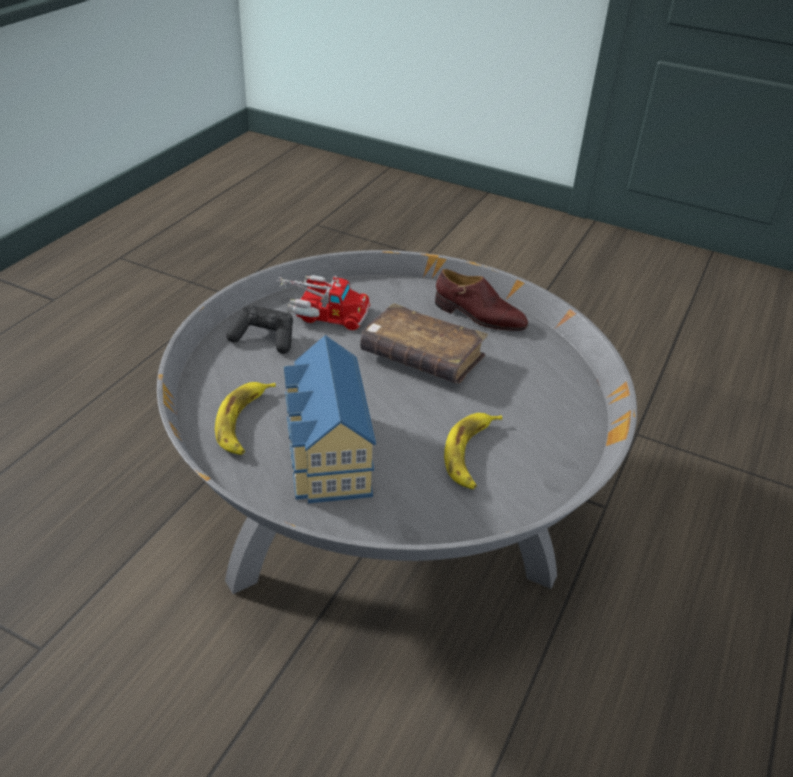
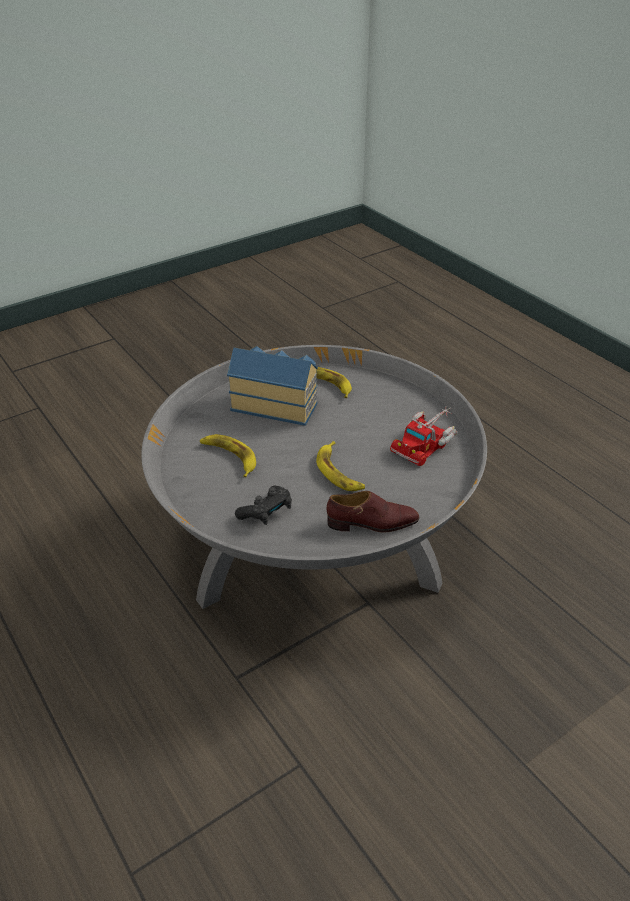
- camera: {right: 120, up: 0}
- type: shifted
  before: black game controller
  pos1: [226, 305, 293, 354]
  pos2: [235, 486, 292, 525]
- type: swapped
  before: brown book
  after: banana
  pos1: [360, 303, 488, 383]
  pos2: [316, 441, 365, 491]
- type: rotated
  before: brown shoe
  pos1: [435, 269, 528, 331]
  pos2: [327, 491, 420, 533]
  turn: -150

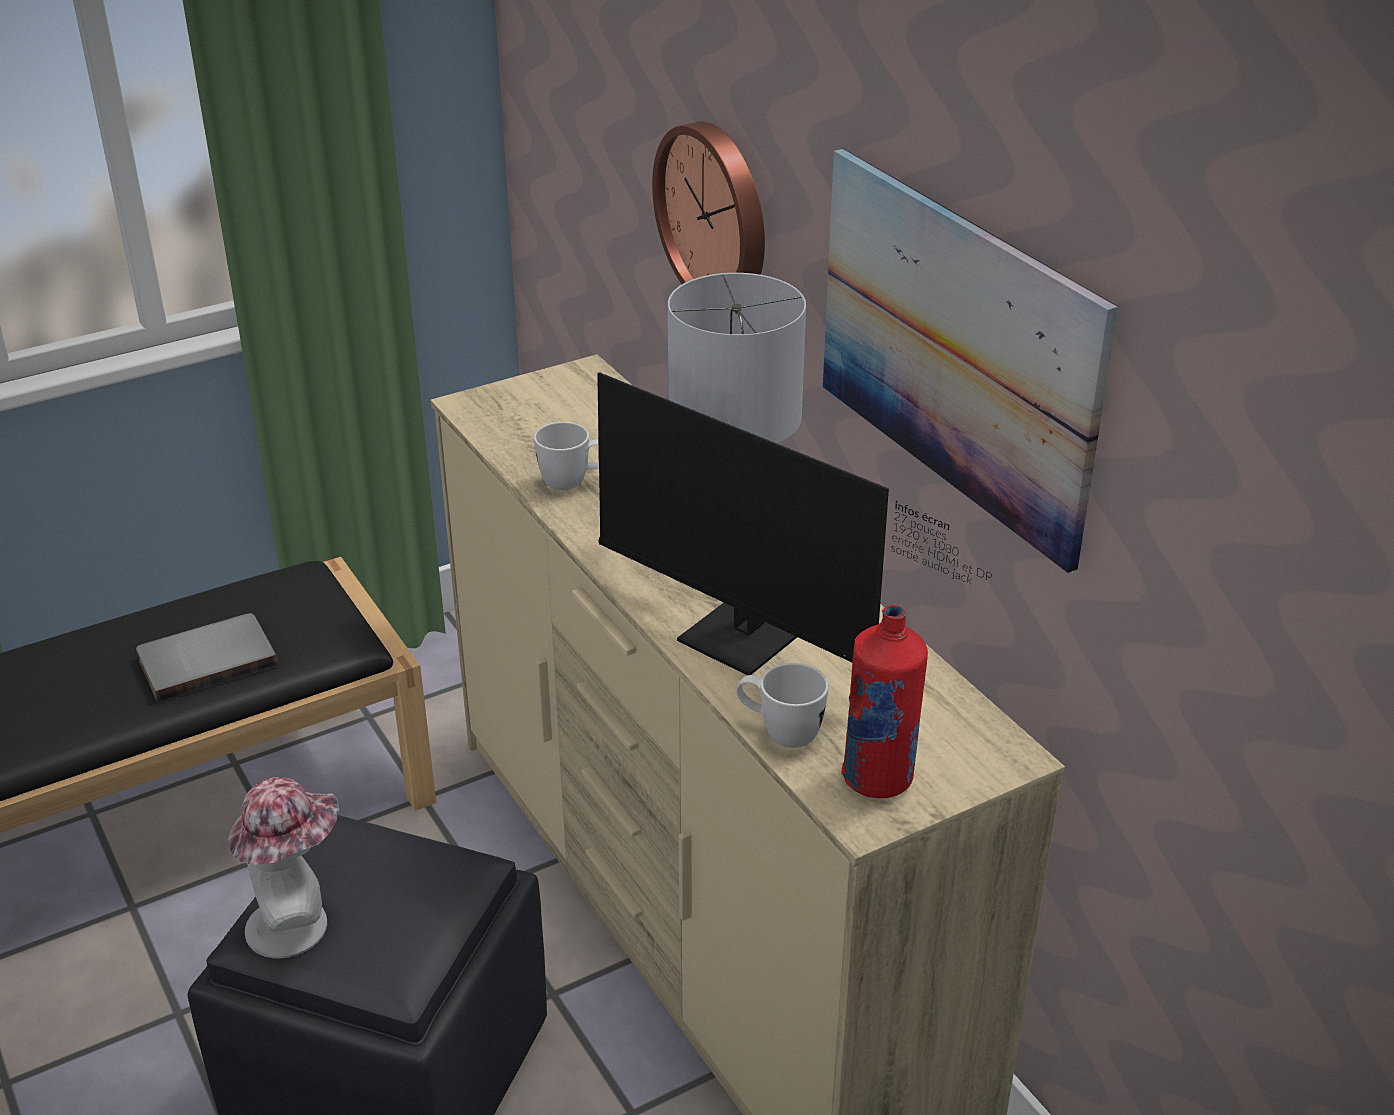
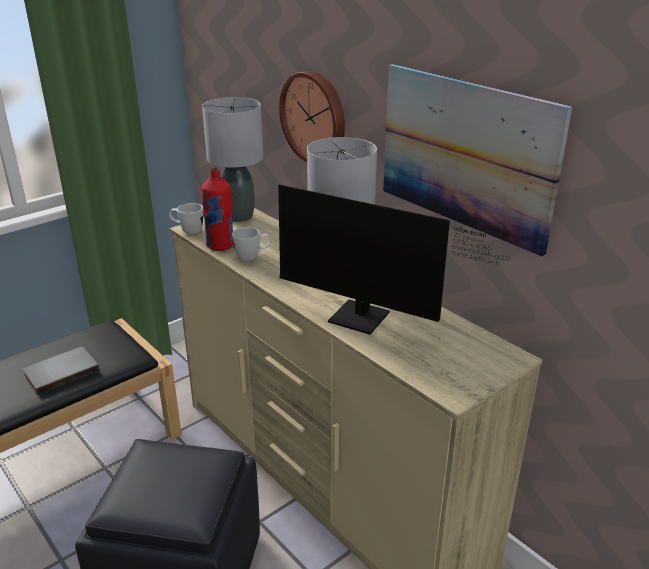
- camera: {right: -10, up: -5}
- type: gone
  before: hat
  pos1: [229, 777, 339, 958]
- type: shifted
  before: white mug
  pos1: [736, 663, 829, 748]
  pos2: [169, 203, 203, 234]
- type: shifted
  before: red bottle
  pos1: [841, 605, 928, 798]
  pos2: [202, 168, 233, 251]
- type: new
  after: grey table lamp
  pos2: [202, 97, 263, 222]

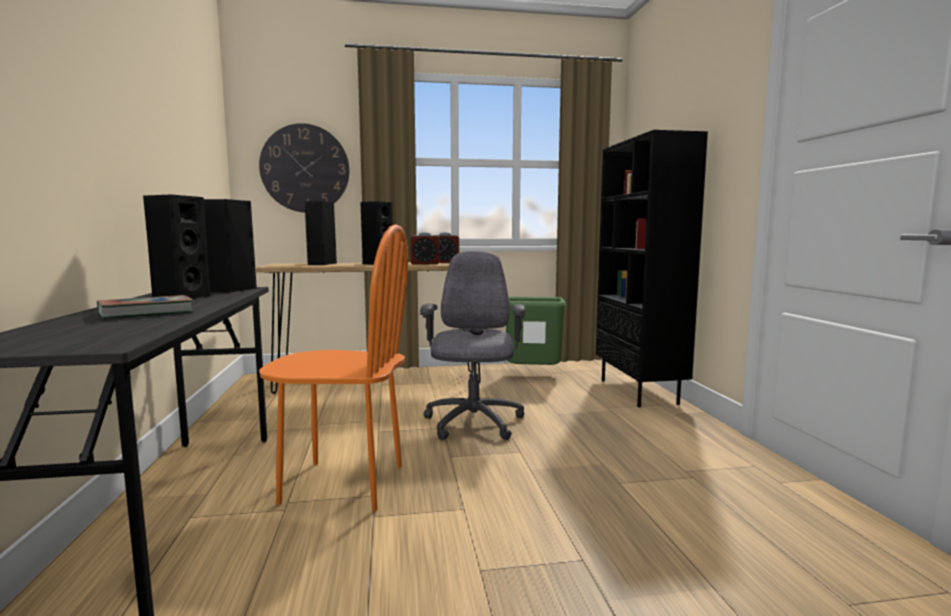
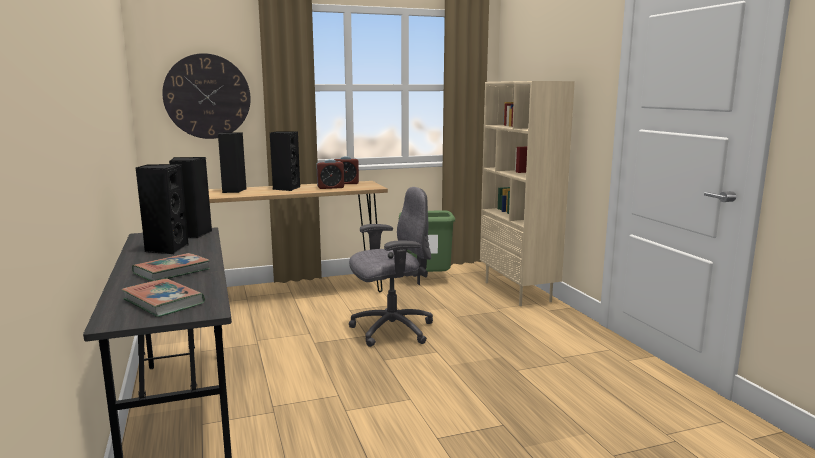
- camera: {right: -10, up: 5}
- type: gone
  before: orange chair
  pos1: [259, 224, 408, 512]
- type: rotated
  before: grey office chair
  pos1: [420, 251, 525, 440]
  pos2: [349, 187, 433, 347]
  turn: 75
- type: repainted
  before: black bookcase
  after: beige bookcase
  pos1: [596, 130, 708, 407]
  pos2: [480, 81, 575, 306]
- type: new
  after: book
  pos2: [121, 279, 205, 317]

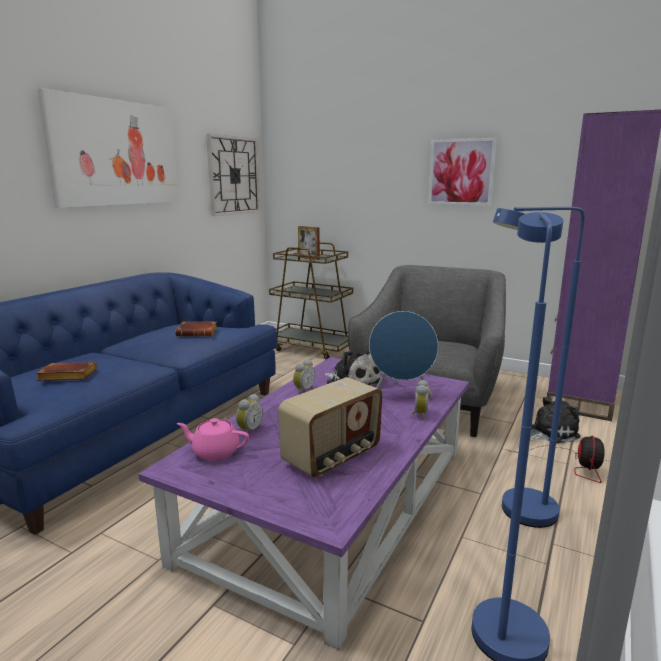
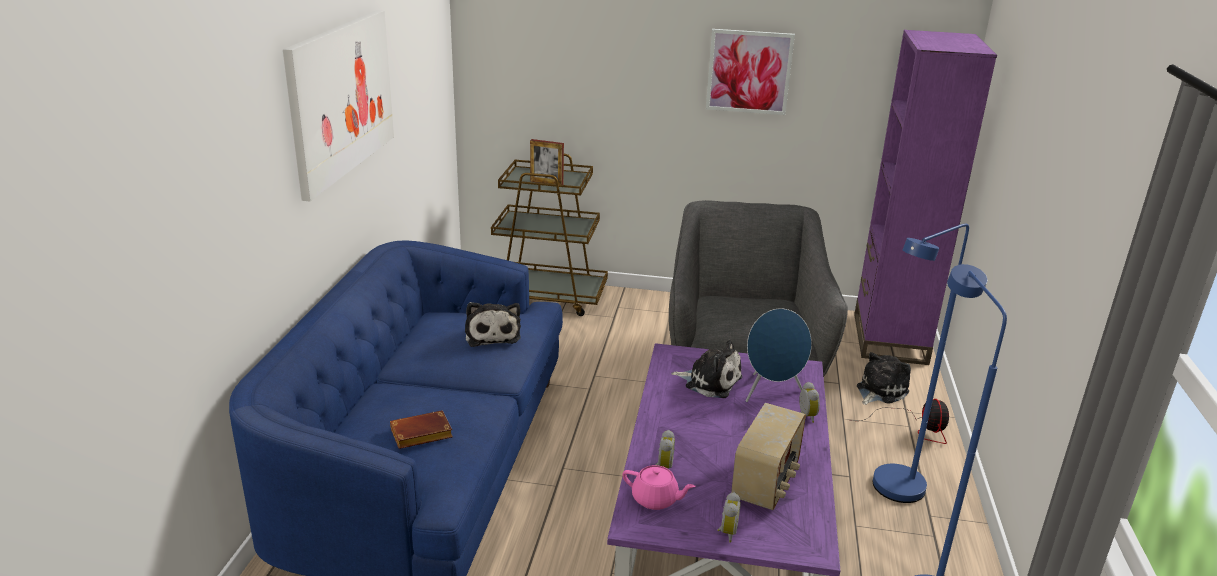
- camera: {right: -20, up: 10}
- type: swapped
  before: brown book
  after: plush toy
  pos1: [175, 322, 217, 336]
  pos2: [465, 302, 521, 347]
- type: rotated
  before: pink teapot
  pos1: [177, 418, 249, 461]
  pos2: [622, 465, 696, 510]
  turn: -150
- type: gone
  before: wall clock
  pos1: [206, 134, 260, 216]
- type: shifted
  before: alarm clock
  pos1: [293, 359, 315, 394]
  pos2: [717, 492, 741, 542]

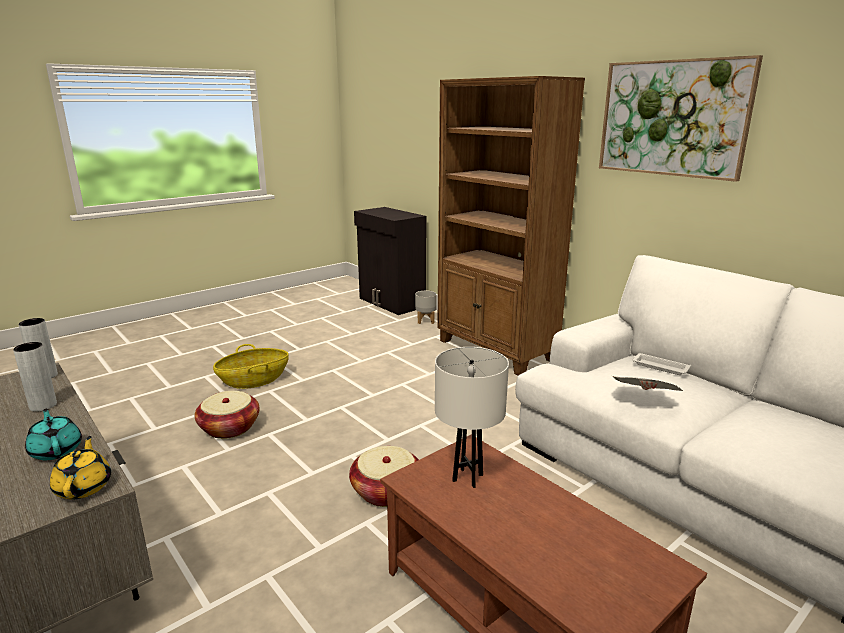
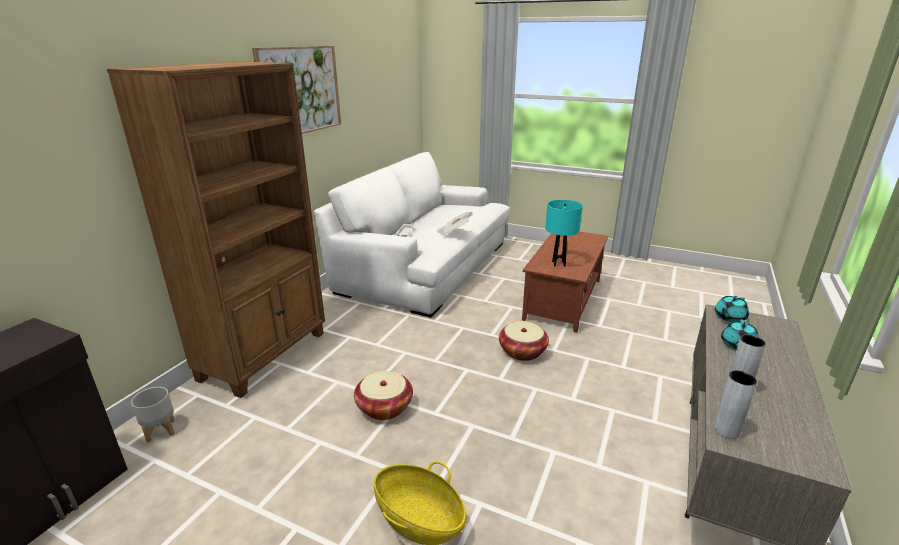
- camera: {right: -115, up: 5}
- type: repainted
  before: yellow teapot
  after: turquoise teapot
  pos1: [50, 436, 111, 499]
  pos2: [715, 296, 749, 322]
- type: shifted
  before: basket
  pos1: [194, 391, 260, 439]
  pos2: [354, 371, 413, 420]
- type: repainted
  before: white table lamp
  after: turquoise table lamp
  pos1: [435, 347, 509, 488]
  pos2: [545, 200, 583, 266]

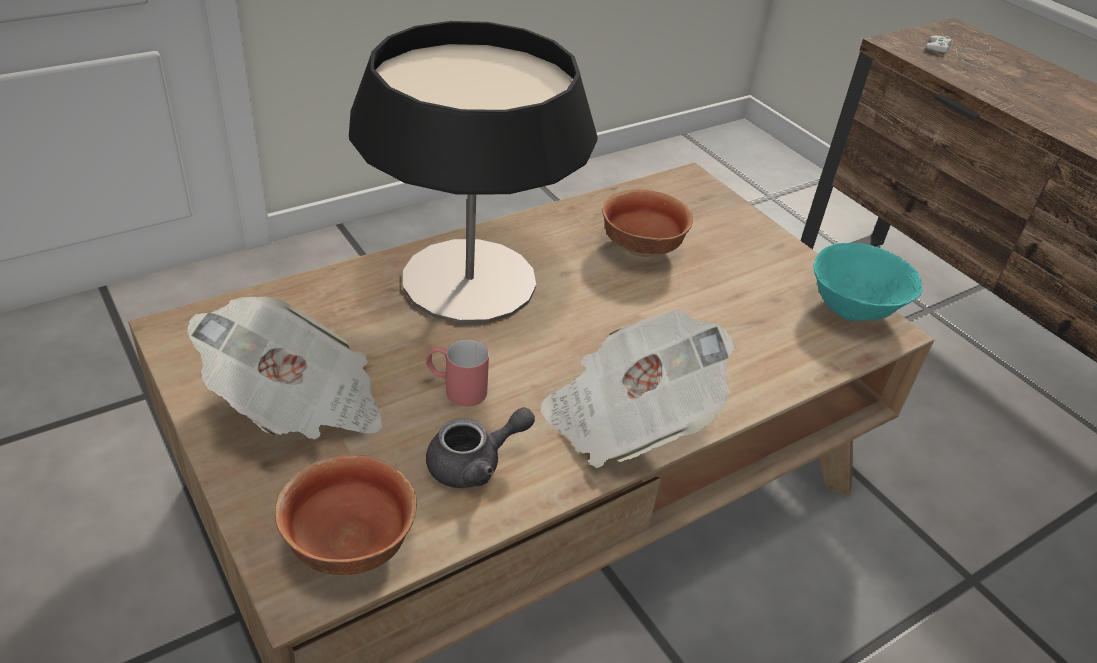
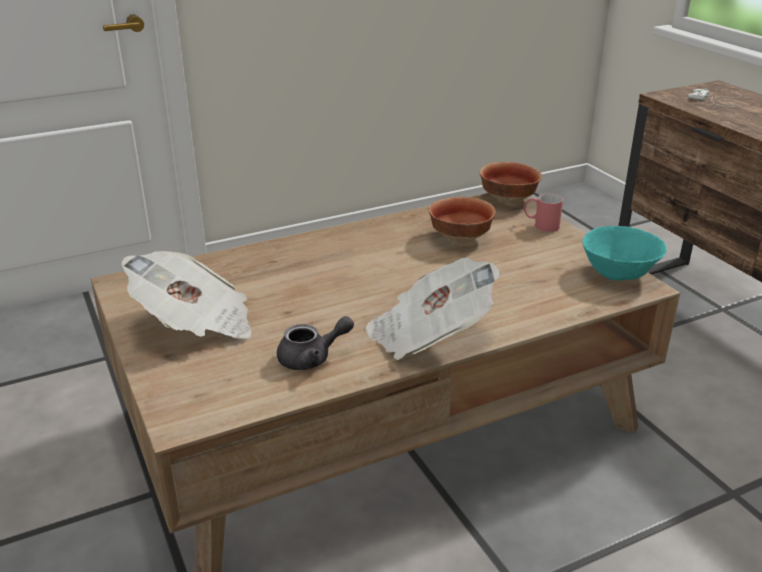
- camera: {right: 10, up: -10}
- type: shifted
  before: bowl
  pos1: [275, 455, 417, 575]
  pos2: [479, 162, 542, 204]
- type: gone
  before: table lamp
  pos1: [349, 21, 598, 323]
- type: shifted
  before: red mug
  pos1: [426, 339, 489, 407]
  pos2: [524, 194, 563, 232]

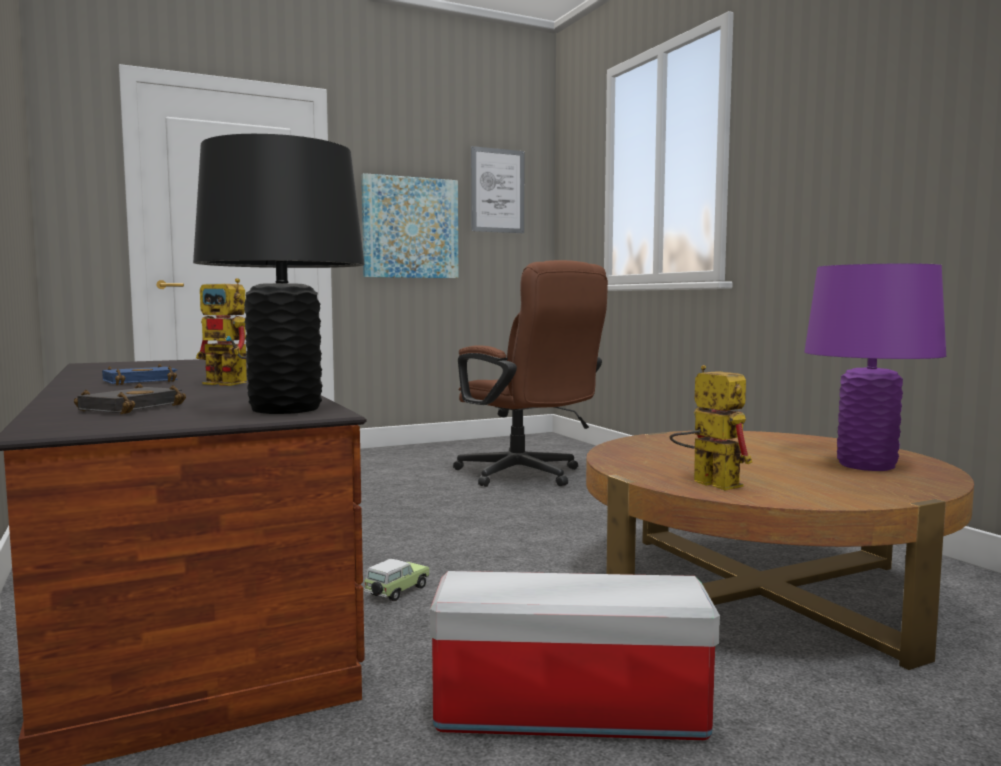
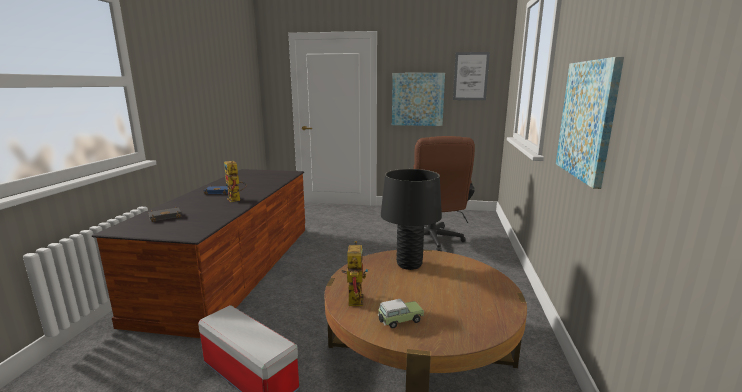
- camera: {right: 35, up: 10}
- type: shifted
  before: black table lamp
  pos1: [193, 134, 365, 414]
  pos2: [381, 169, 442, 270]
- type: shifted
  before: toy car
  pos1: [364, 559, 429, 601]
  pos2: [378, 299, 424, 329]
- type: gone
  before: purple table lamp
  pos1: [804, 263, 946, 471]
- type: new
  after: picture
  pos2: [556, 57, 624, 189]

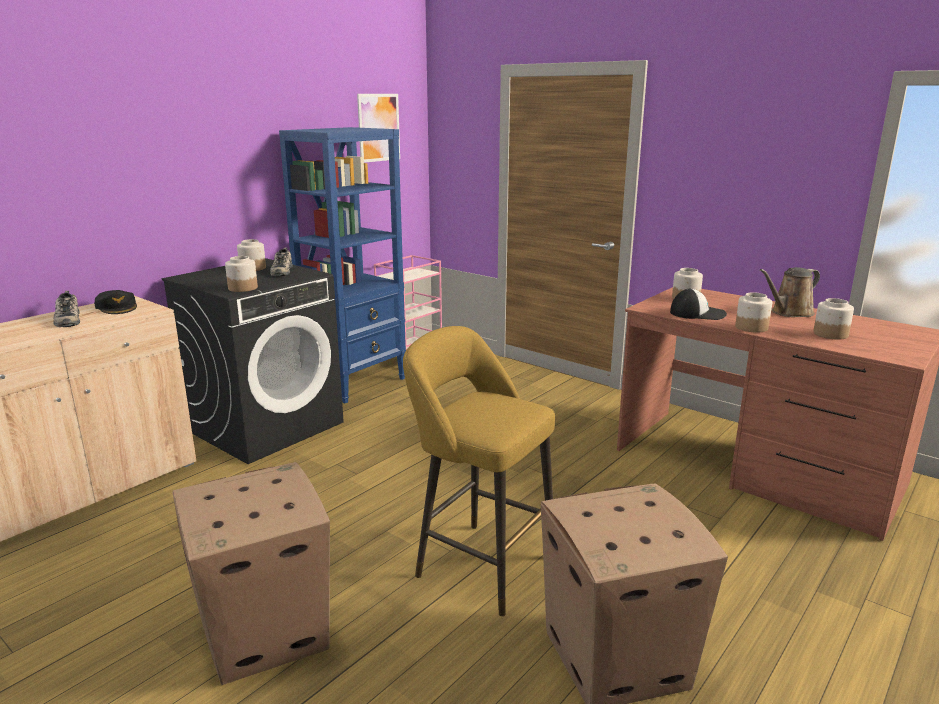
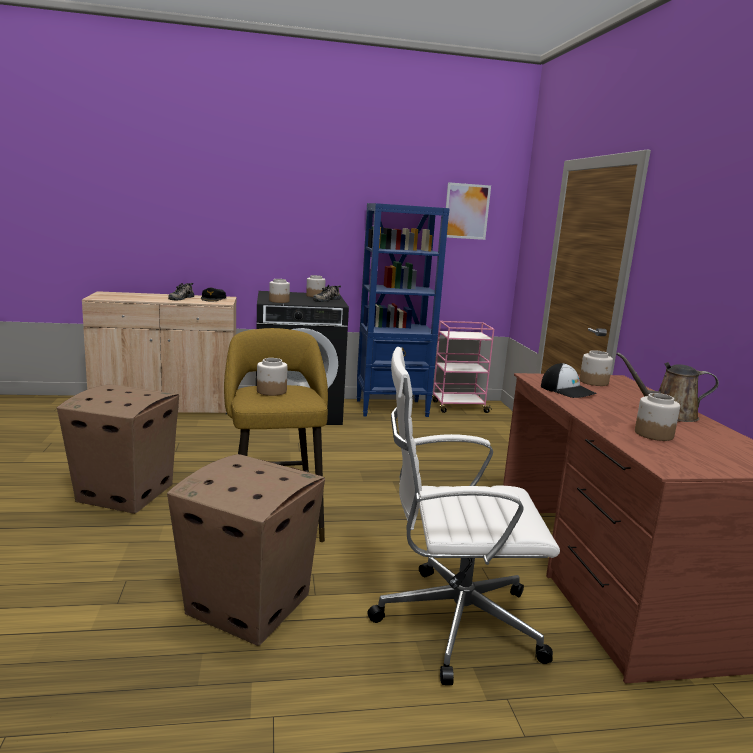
- camera: {right: 40, up: -5}
- type: shifted
  before: jar
  pos1: [735, 292, 772, 332]
  pos2: [257, 358, 287, 396]
- type: new
  after: white office chair
  pos2: [367, 347, 560, 685]

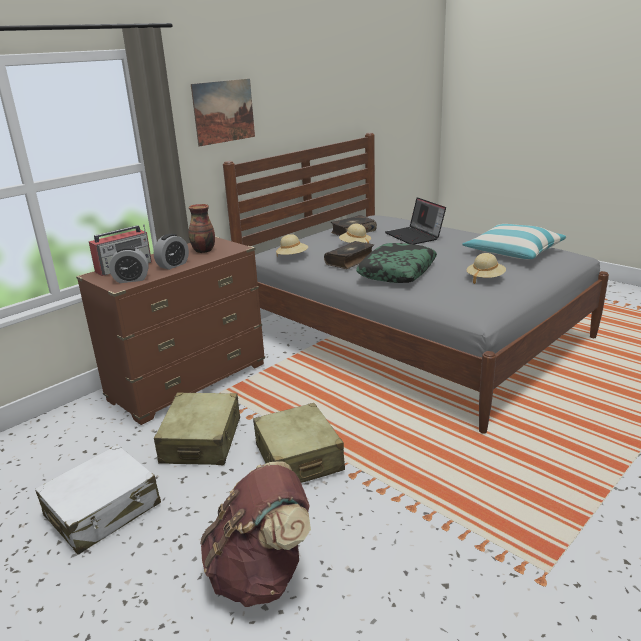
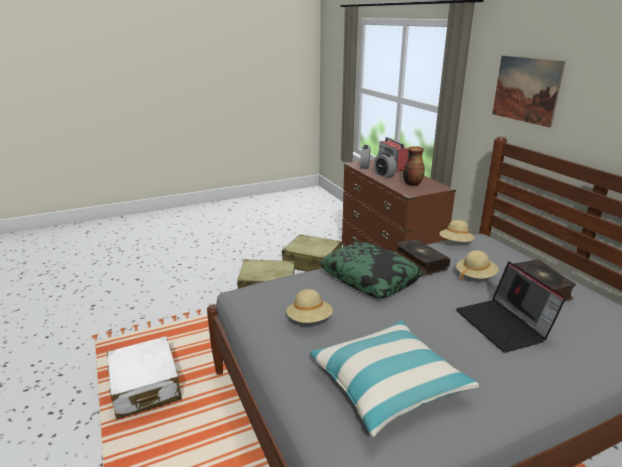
- camera: {right: 110, up: 0}
- type: shifted
  before: white suitcase
  pos1: [35, 444, 161, 555]
  pos2: [107, 336, 182, 419]
- type: gone
  before: brown backpack
  pos1: [200, 461, 311, 607]
- type: rotated
  before: laptop
  pos1: [385, 197, 446, 244]
  pos2: [456, 262, 566, 352]
  turn: -105

